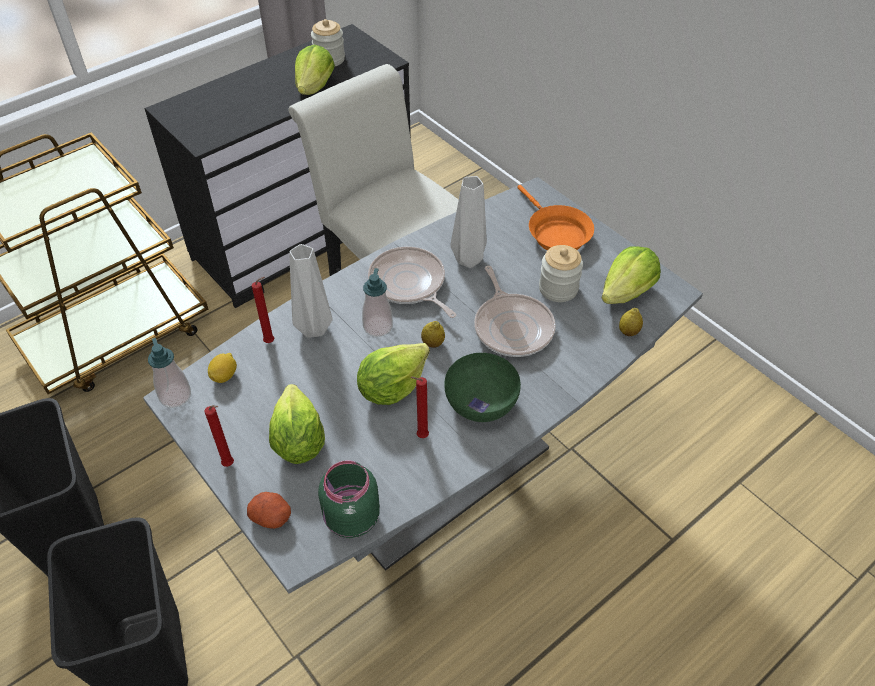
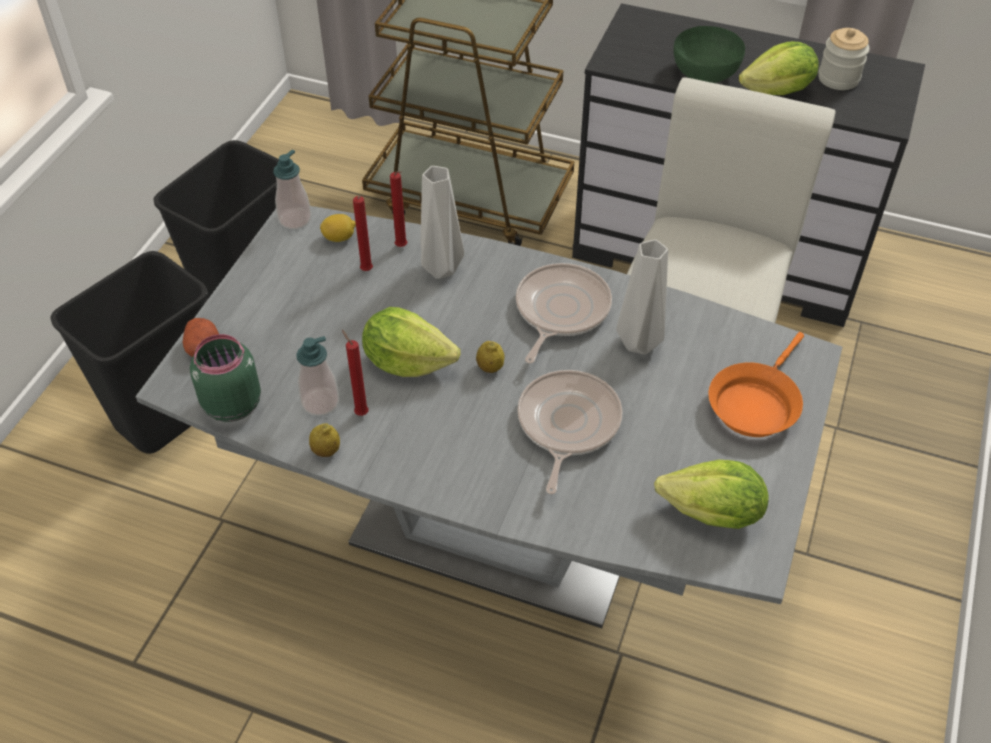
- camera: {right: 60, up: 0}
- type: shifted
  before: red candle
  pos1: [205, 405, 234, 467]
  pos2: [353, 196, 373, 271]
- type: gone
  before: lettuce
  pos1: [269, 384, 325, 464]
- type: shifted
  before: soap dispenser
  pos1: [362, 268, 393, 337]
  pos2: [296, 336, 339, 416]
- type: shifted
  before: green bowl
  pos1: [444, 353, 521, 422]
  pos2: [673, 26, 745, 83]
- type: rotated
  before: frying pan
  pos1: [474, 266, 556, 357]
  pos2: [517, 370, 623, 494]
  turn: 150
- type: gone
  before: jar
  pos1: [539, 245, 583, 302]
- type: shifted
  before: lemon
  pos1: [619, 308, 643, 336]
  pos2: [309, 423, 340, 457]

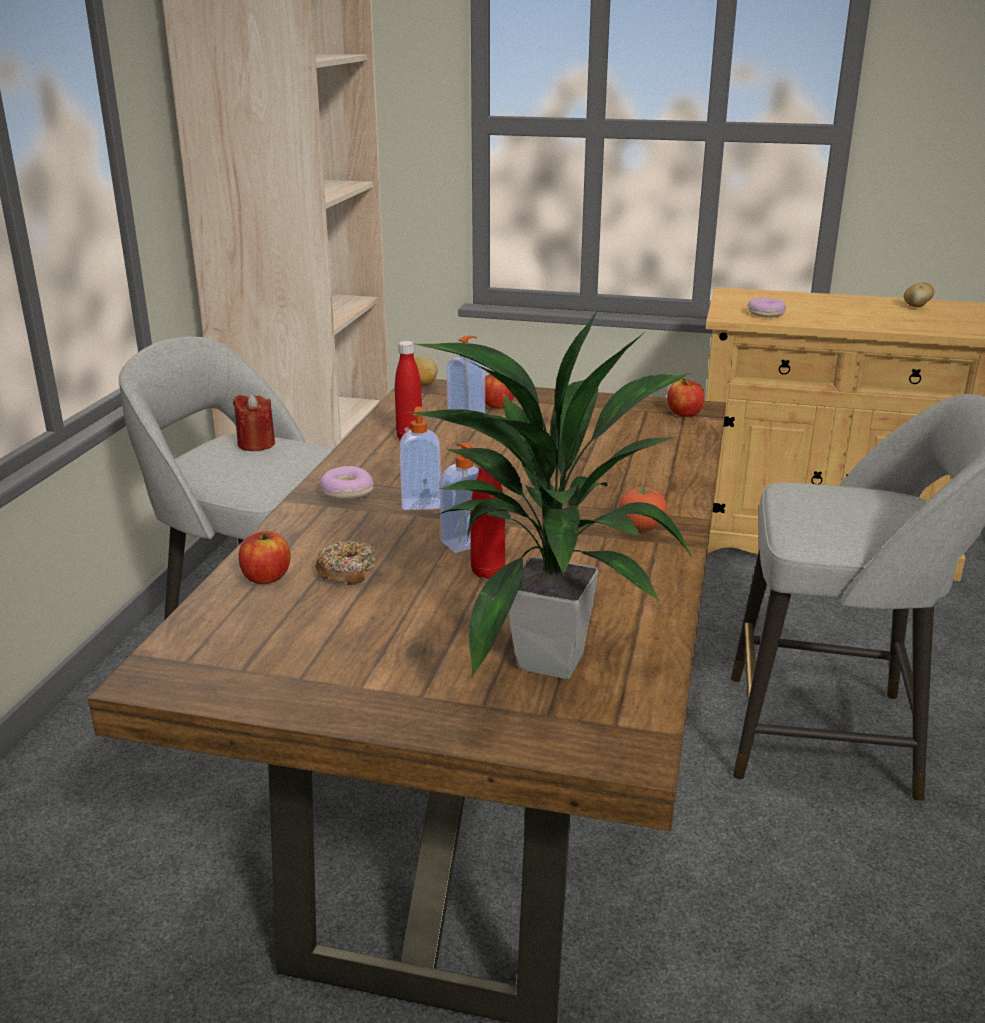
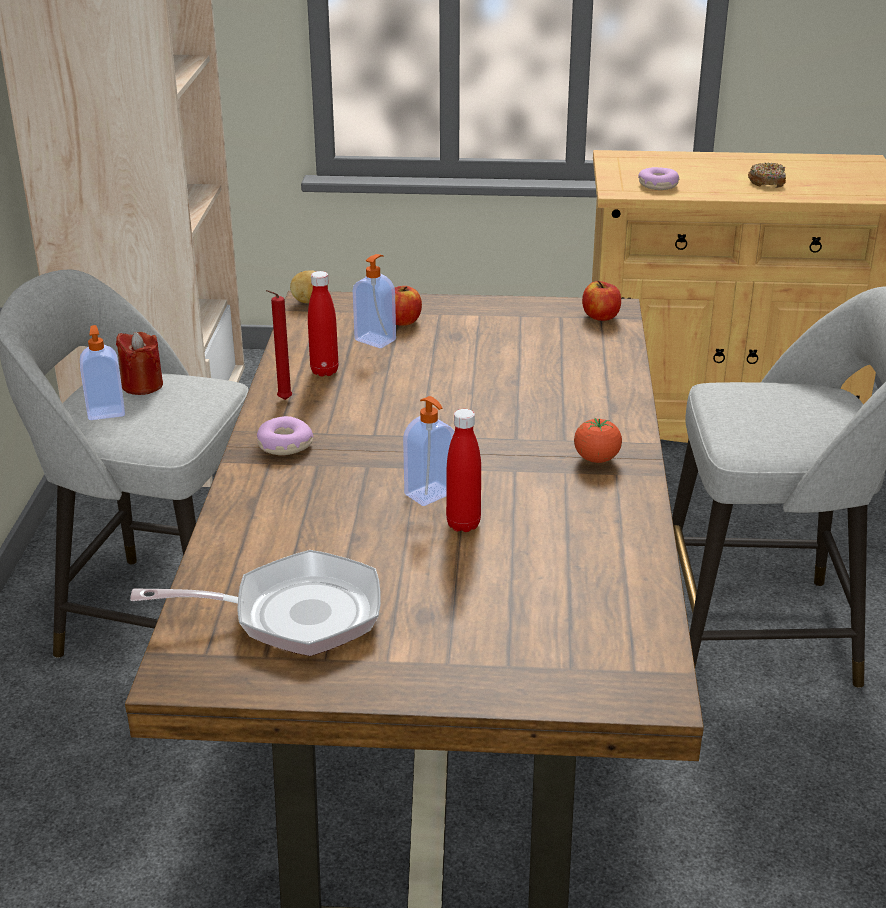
- camera: {right: -10, up: 5}
- type: gone
  before: apple
  pos1: [239, 531, 291, 584]
- type: shifted
  before: donut
  pos1: [315, 540, 377, 585]
  pos2: [748, 163, 786, 188]
- type: shifted
  before: soap dispenser
  pos1: [400, 407, 441, 510]
  pos2: [80, 325, 125, 420]
- type: gone
  before: potted plant
  pos1: [406, 311, 694, 679]
- type: gone
  before: potato
  pos1: [904, 282, 934, 307]
- type: new
  after: frying pan
  pos2: [130, 550, 381, 656]
- type: new
  after: red candle
  pos2: [266, 290, 292, 400]

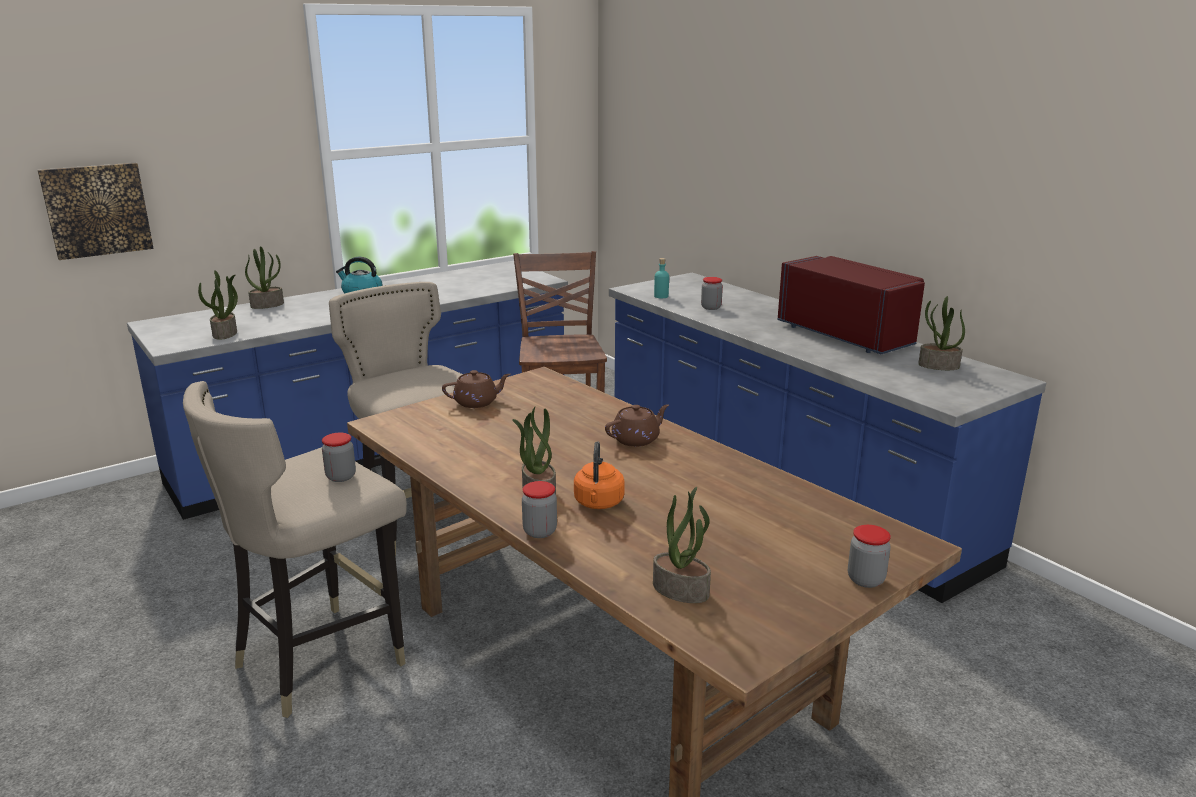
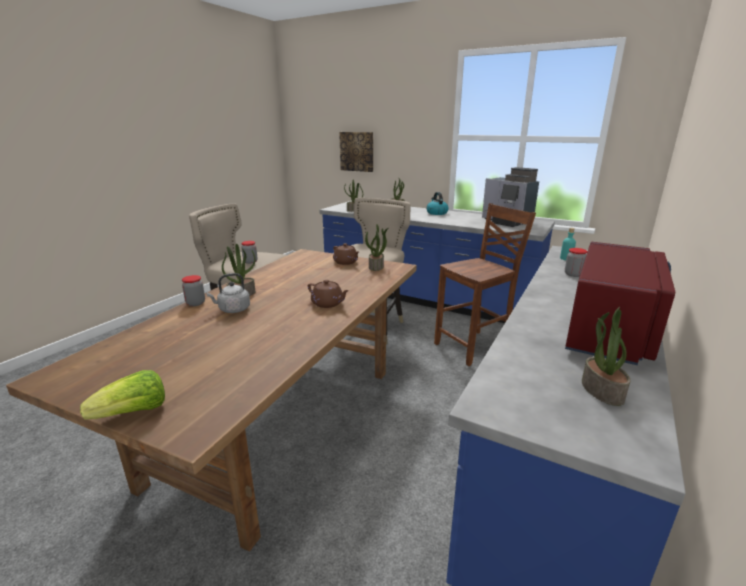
- camera: {right: 65, up: 0}
- type: repainted
  before: orange kettle
  after: grey kettle
  pos1: [574, 441, 625, 509]
  pos2: [207, 273, 250, 313]
- type: shifted
  before: potted plant
  pos1: [653, 487, 711, 603]
  pos2: [365, 224, 389, 271]
- type: swapped
  before: jar
  after: lettuce
  pos1: [848, 525, 891, 588]
  pos2: [80, 370, 165, 419]
- type: new
  after: coffee machine
  pos2: [482, 167, 539, 227]

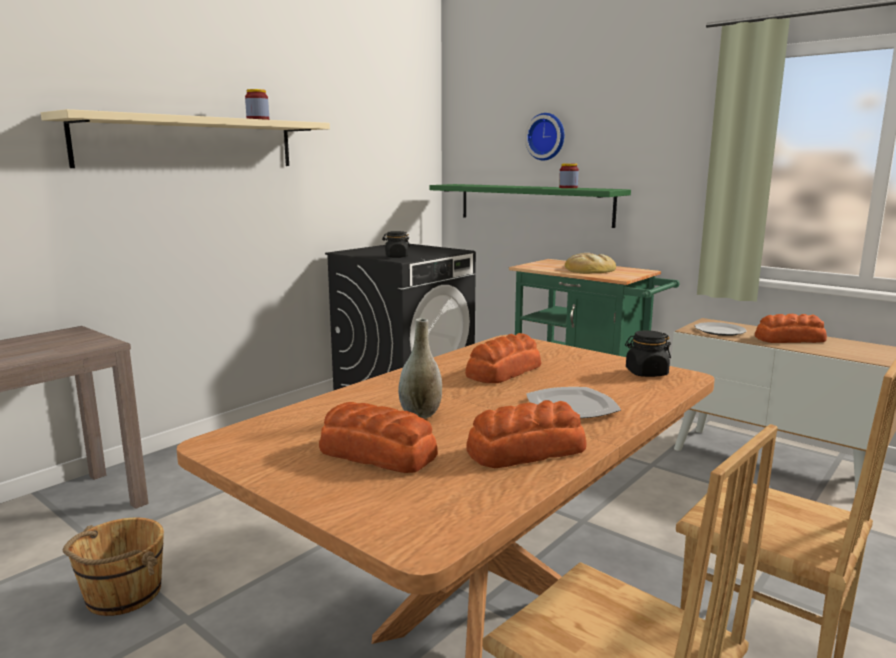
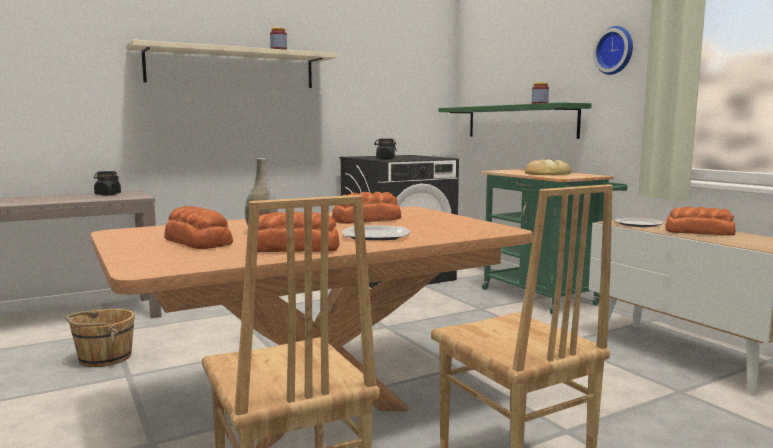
- camera: {right: 20, up: -5}
- type: shifted
  before: wall clock
  pos1: [525, 113, 564, 161]
  pos2: [593, 26, 633, 75]
- type: shifted
  before: black jar
  pos1: [625, 330, 671, 377]
  pos2: [94, 171, 121, 195]

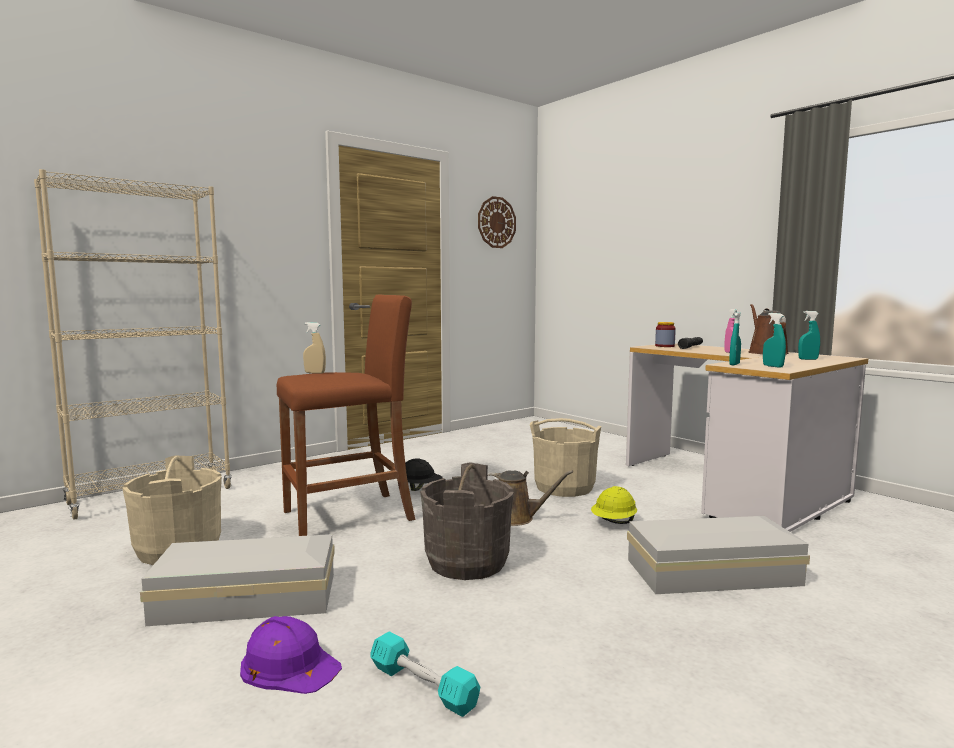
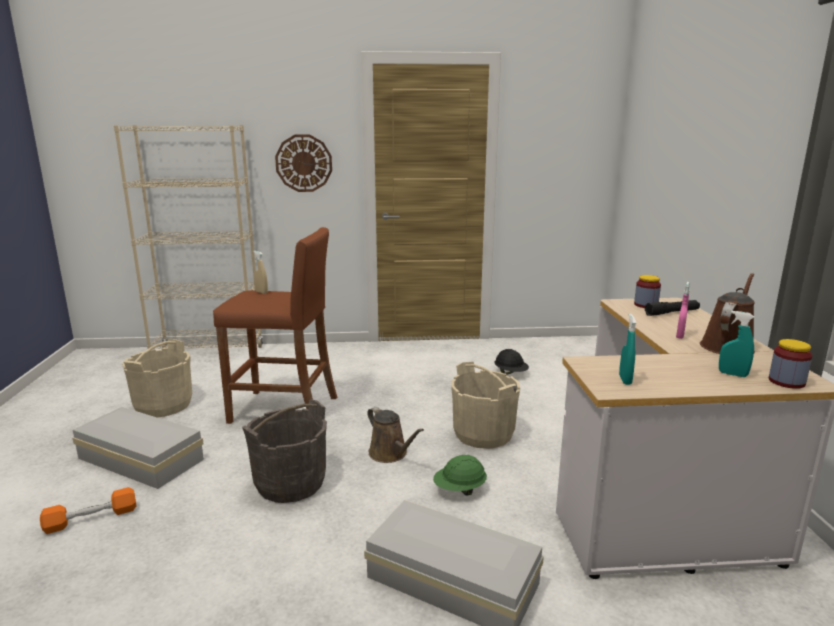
- camera: {right: 35, up: 10}
- type: swapped
  before: purple hard hat
  after: orange dumbbell
  pos1: [240, 616, 342, 694]
  pos2: [40, 487, 136, 534]
- type: gone
  before: turquoise dumbbell
  pos1: [370, 631, 480, 717]
- type: shifted
  before: black hard hat
  pos1: [405, 458, 442, 491]
  pos2: [494, 349, 529, 374]
- type: shifted
  before: wall clock
  pos1: [478, 196, 516, 248]
  pos2: [275, 135, 332, 192]
- type: repainted
  before: yellow hard hat
  after: green hard hat
  pos1: [591, 486, 637, 524]
  pos2: [433, 455, 487, 496]
- type: gone
  before: turquoise spray bottle
  pos1: [729, 312, 741, 365]
- type: new
  after: jar
  pos2: [769, 339, 812, 389]

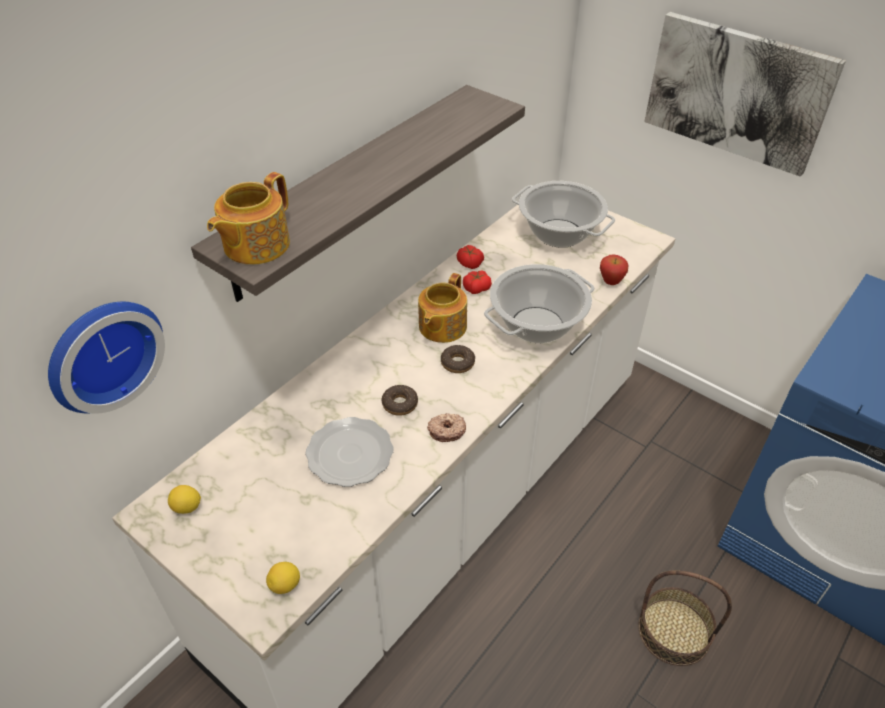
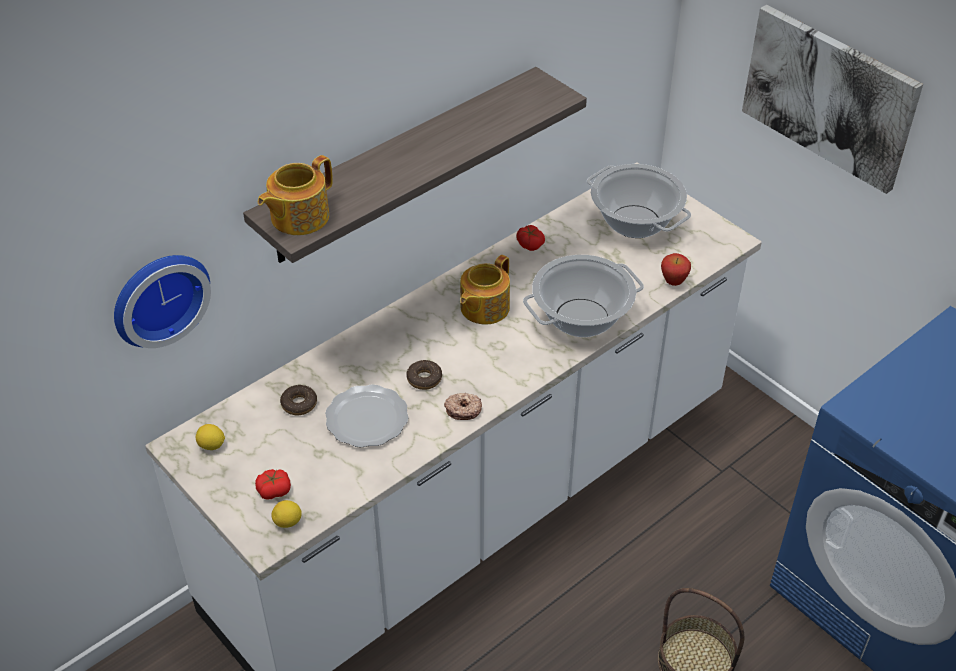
- camera: {right: 10, up: 0}
- type: shifted
  before: donut
  pos1: [441, 345, 475, 373]
  pos2: [280, 385, 317, 415]
- type: shifted
  before: tomato
  pos1: [463, 270, 492, 294]
  pos2: [255, 469, 291, 500]

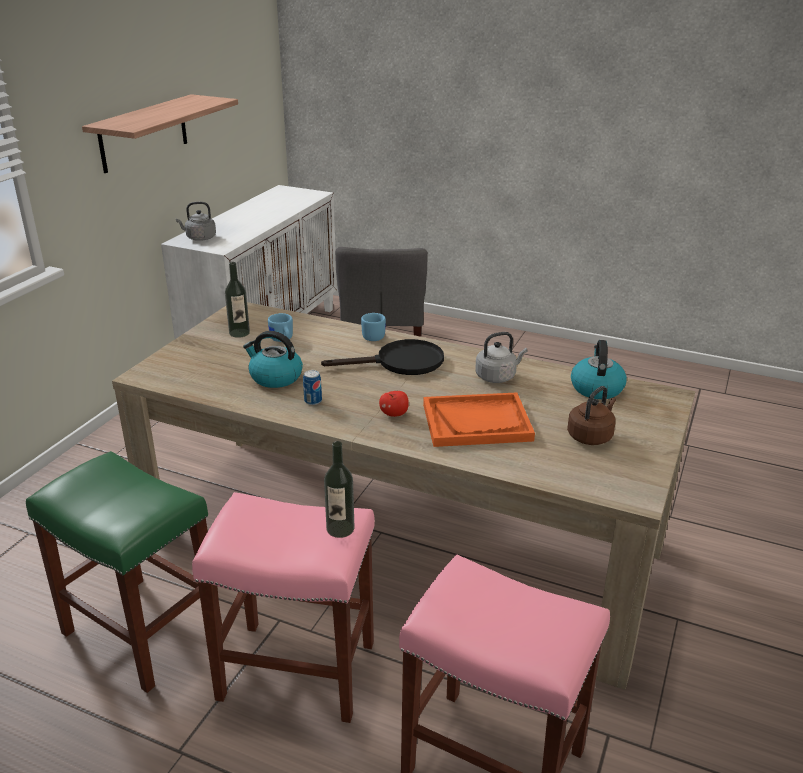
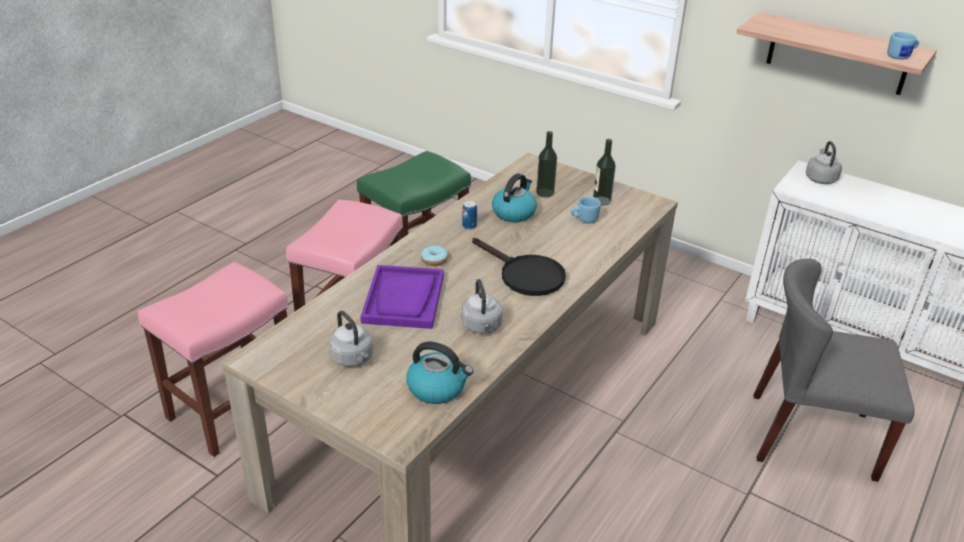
- camera: {right: 100, up: 5}
- type: rotated
  before: black frying pan
  pos1: [321, 339, 444, 375]
  pos2: [472, 238, 566, 296]
  turn: -45
- type: shifted
  before: bottle
  pos1: [324, 441, 355, 538]
  pos2: [536, 131, 557, 197]
- type: shifted
  before: blue mug
  pos1: [361, 313, 386, 341]
  pos2: [887, 32, 919, 60]
- type: swapped
  before: apple
  after: donut
  pos1: [379, 391, 409, 417]
  pos2: [421, 246, 448, 266]
- type: repainted
  before: orange tray
  after: purple tray
  pos1: [423, 392, 535, 447]
  pos2: [361, 265, 444, 329]
- type: repainted
  before: brown kettle
  after: grey kettle
  pos1: [567, 386, 616, 445]
  pos2: [328, 311, 373, 367]

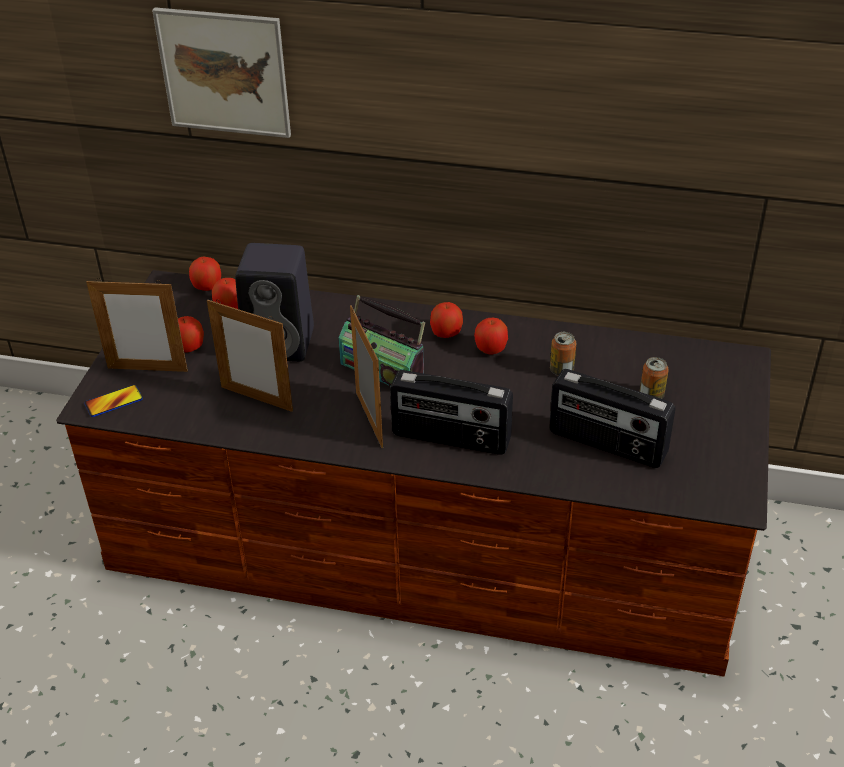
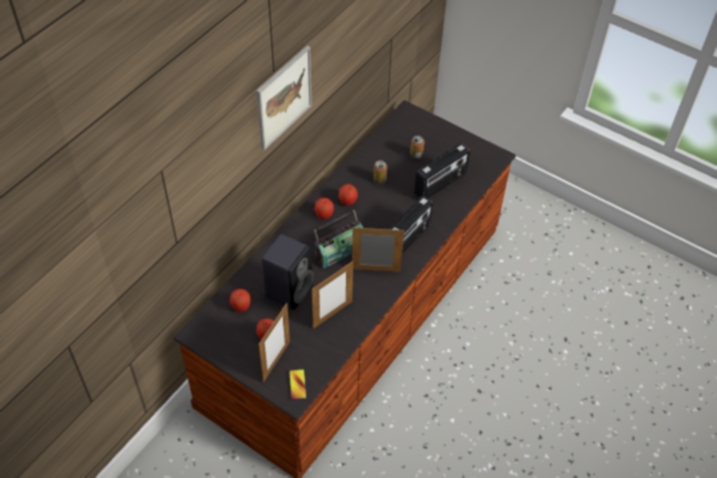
- camera: {right: -70, up: 10}
- type: shifted
  before: picture
  pos1: [152, 7, 291, 138]
  pos2: [256, 46, 312, 150]
- type: gone
  before: apple
  pos1: [189, 257, 221, 291]

